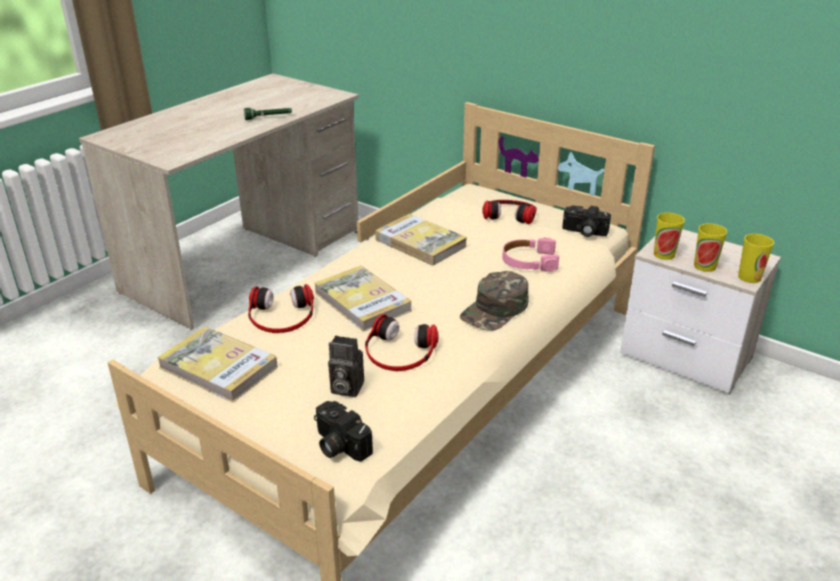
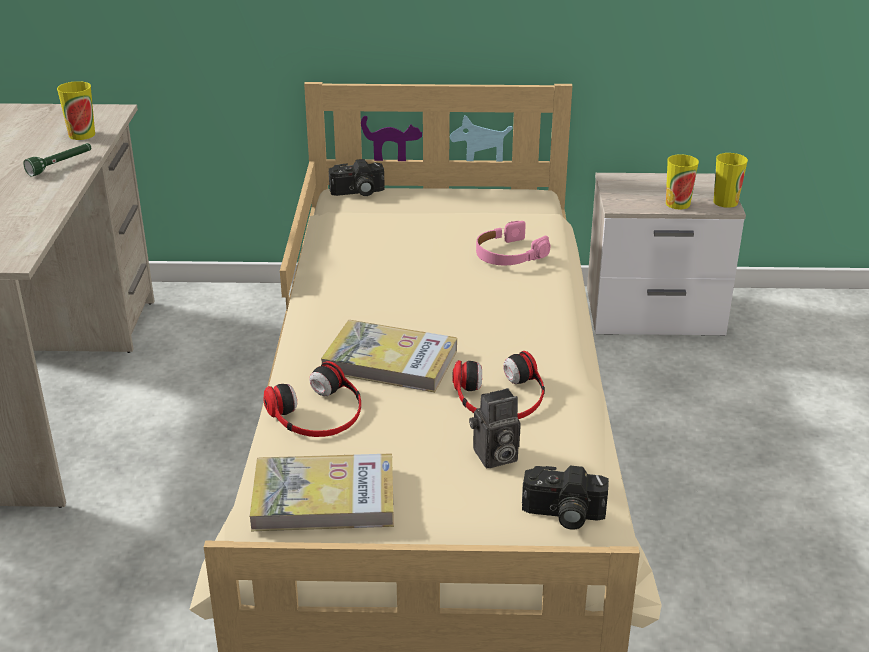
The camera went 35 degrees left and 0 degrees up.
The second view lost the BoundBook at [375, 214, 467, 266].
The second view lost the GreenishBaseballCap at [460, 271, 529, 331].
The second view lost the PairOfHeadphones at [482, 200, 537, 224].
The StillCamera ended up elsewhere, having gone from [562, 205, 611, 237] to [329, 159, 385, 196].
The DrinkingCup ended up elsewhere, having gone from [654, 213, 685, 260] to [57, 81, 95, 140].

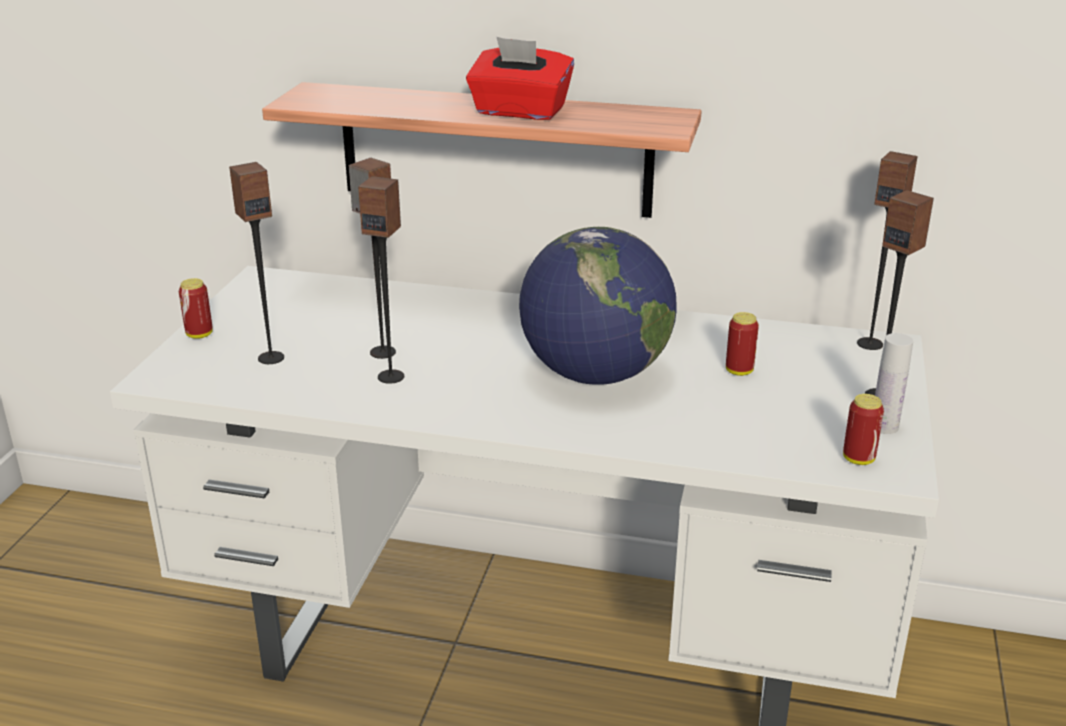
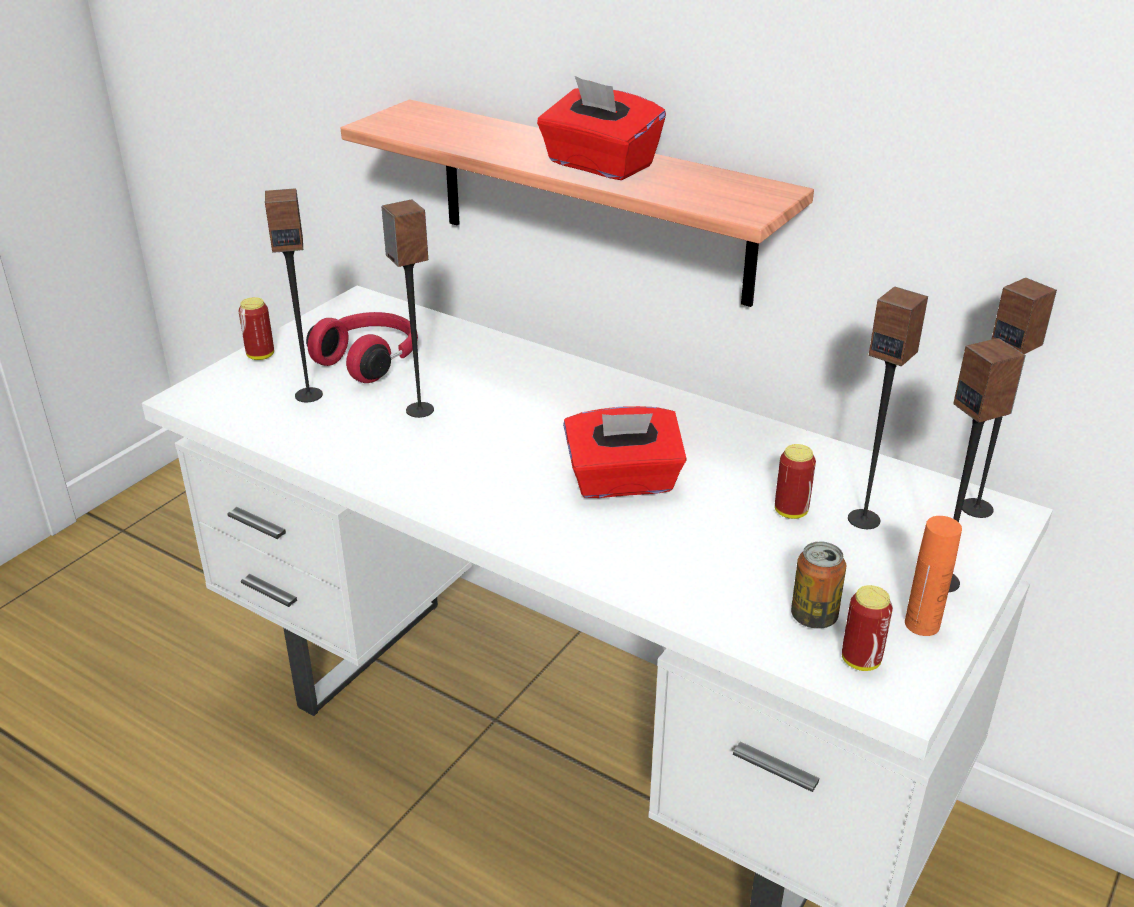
The camera went 20 degrees right and 5 degrees up.
The second view gained the RedPairOfHeadphones at [306, 312, 418, 383].
The second view gained the SealedCan at [791, 541, 846, 629].
The Speaker ended up elsewhere, having gone from [358, 176, 404, 384] to [848, 287, 928, 529].
Where the WorldGlobe stood at [519, 227, 677, 385], the RedTissueHolder came to stand at [563, 406, 687, 498].
What was the WhiteDrinkBottle at [875, 333, 913, 434] turned into the OrangeyDrinkBottle at [905, 516, 962, 636].

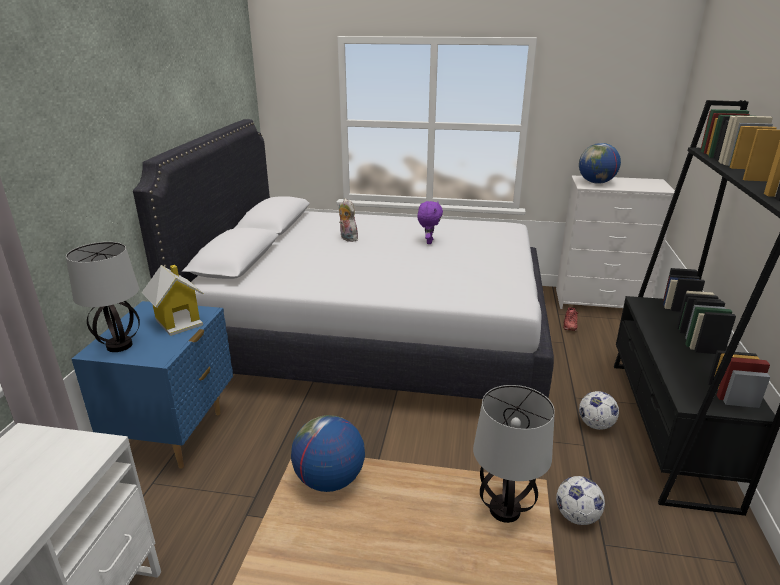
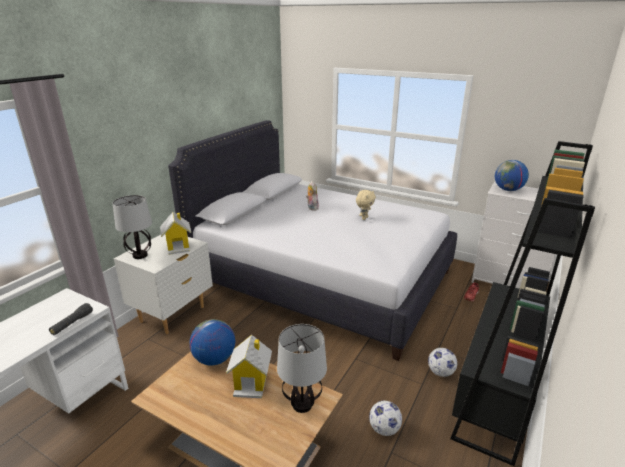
The camera went 20 degrees right and 0 degrees up.
The second view gained the BlackishHandTorch at [49, 303, 93, 335].
The second view gained the MiniatureHouse at [226, 335, 272, 398].
What was the BlueNightTable at [72, 301, 233, 469] turned into the WhiteNightTable at [114, 234, 213, 334].
What was the PurplishSoftToy at [417, 201, 443, 244] turned into the SandColouredSoftToy at [356, 190, 376, 220].

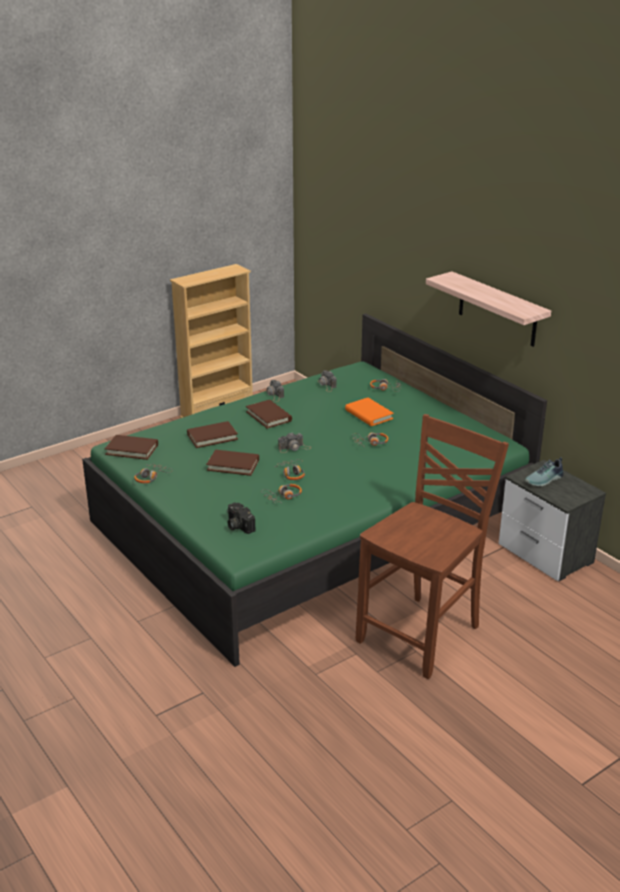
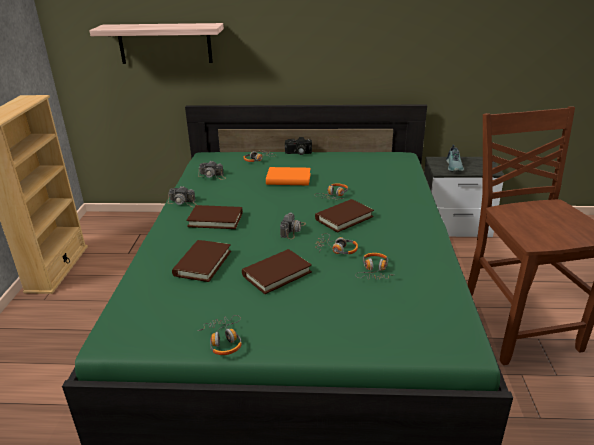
The camera went 50 degrees left and 0 degrees up.
The BrownishBoundBook ended up elsewhere, having gone from [105, 435, 158, 460] to [315, 199, 374, 233].
The StillCamera ended up elsewhere, having gone from [227, 502, 255, 534] to [285, 137, 312, 155].
The Shelf ended up elsewhere, having gone from [426, 271, 551, 347] to [89, 23, 224, 64].

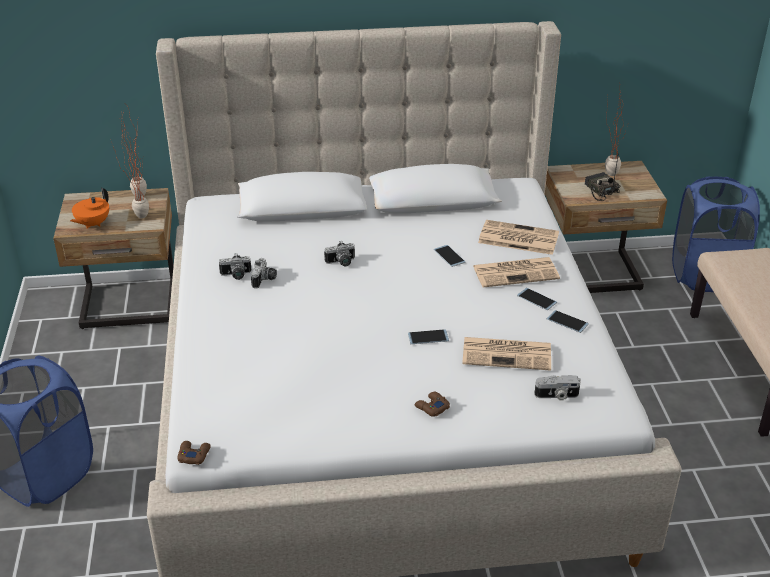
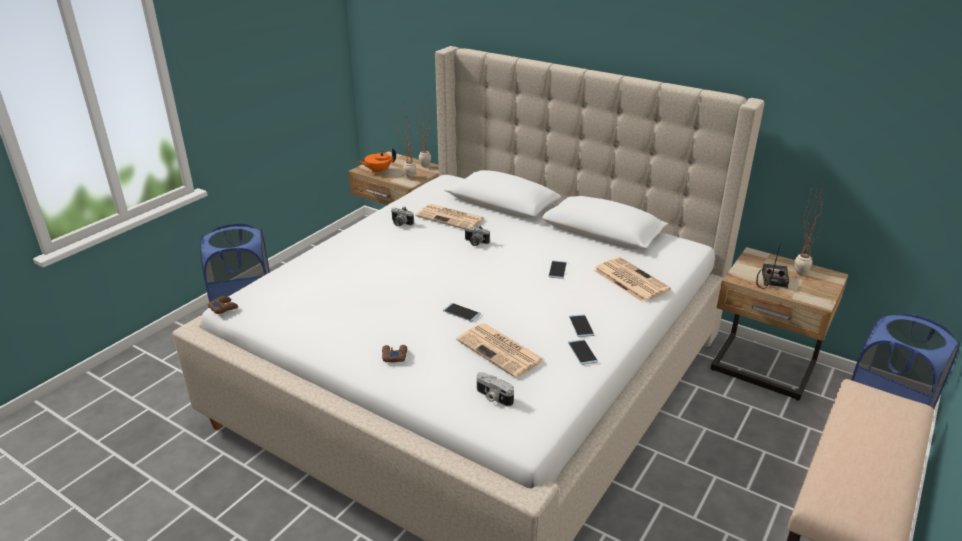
The camera went 40 degrees right and 5 degrees down.
The second view lost the StillCamera at [251, 258, 277, 289].
The DailyPaper ended up elsewhere, having gone from [473, 257, 560, 288] to [416, 204, 485, 229].

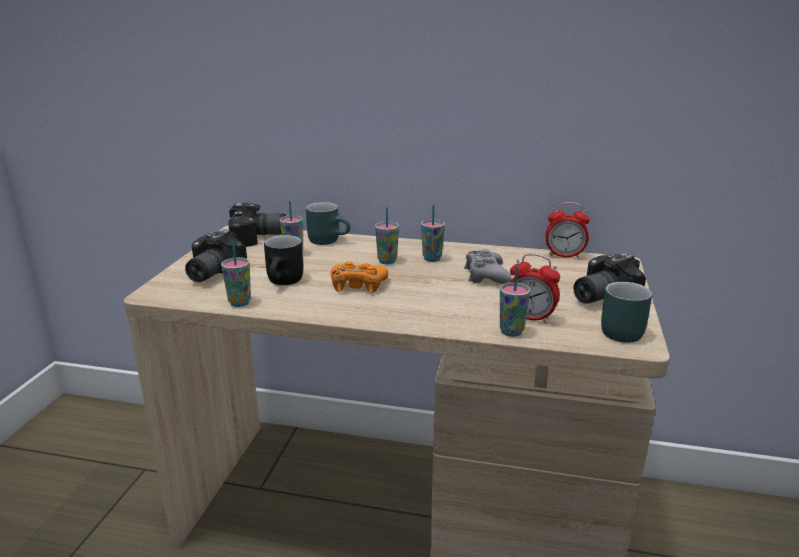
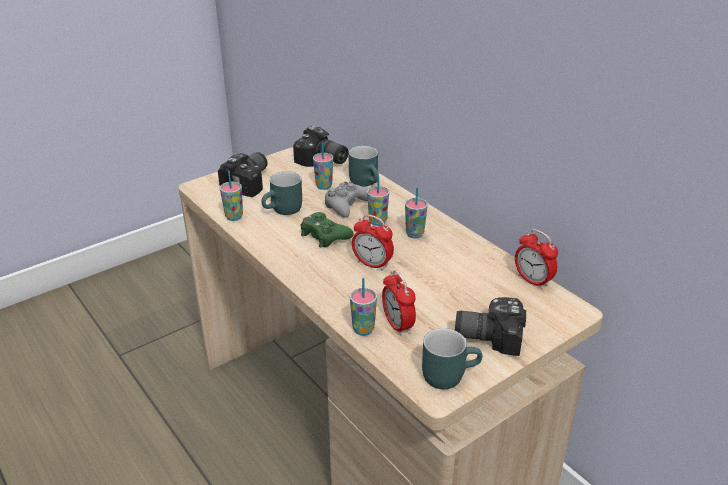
The camera went 40 degrees right and 10 degrees up.
The second view gained the AlarmClock at [352, 215, 394, 271].
The GreyGameController ended up elsewhere, having gone from [464, 249, 512, 284] to [325, 182, 368, 218].
What was the BlackishCoffeeMug at [264, 235, 303, 285] turned into the BlueGreenCoffeeMug at [261, 171, 302, 215].
What was the OrangeyGameController at [331, 261, 388, 293] turned into the GreenishGameController at [301, 212, 354, 248].
The StillCamera at [185, 229, 247, 283] ended up facing another way, 150 degrees clockwise from before.

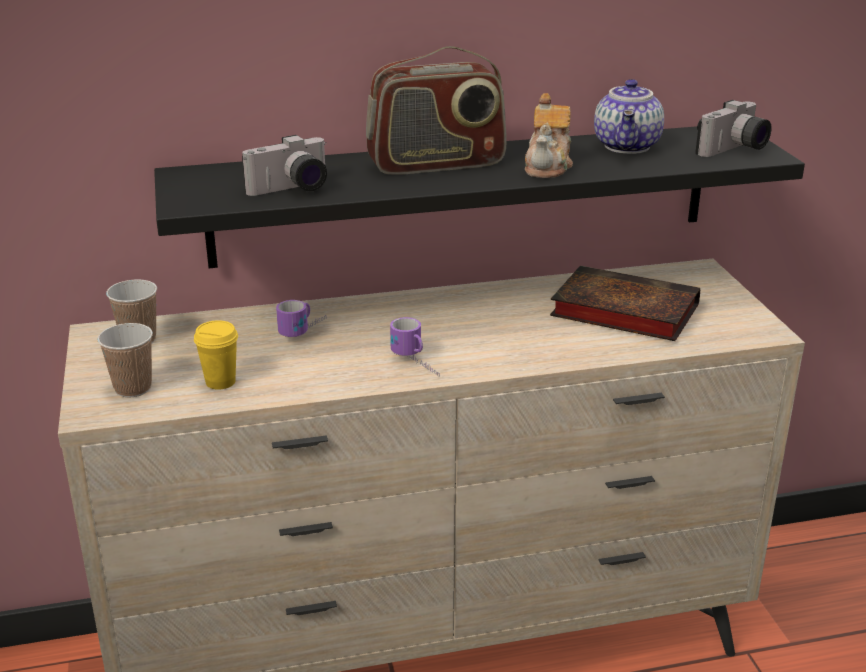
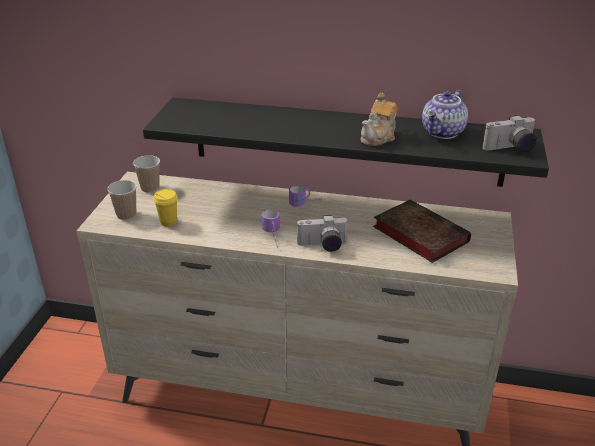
The camera went 25 degrees right and 5 degrees up.
The second view lost the Radio at [366, 46, 507, 175].
The StillCamera ended up elsewhere, having gone from [242, 135, 327, 196] to [297, 215, 349, 252].
The CoffeeMug ended up elsewhere, having gone from [276, 300, 327, 337] to [289, 185, 322, 207].

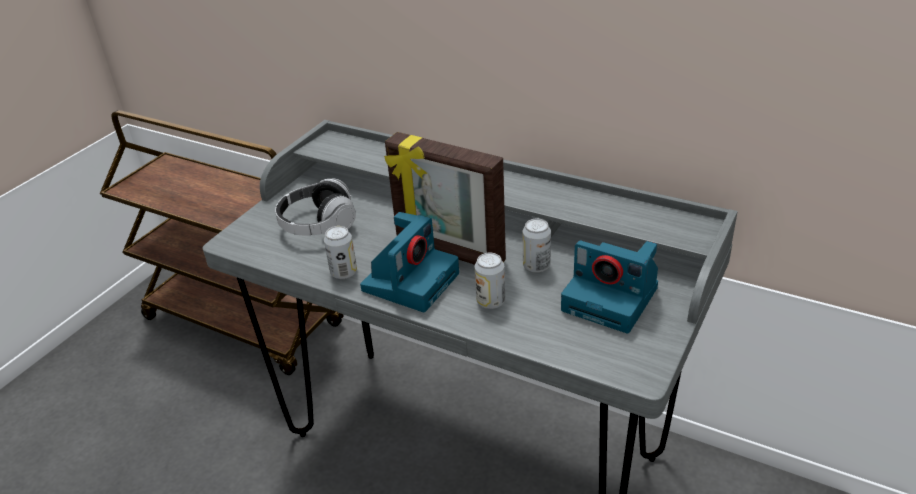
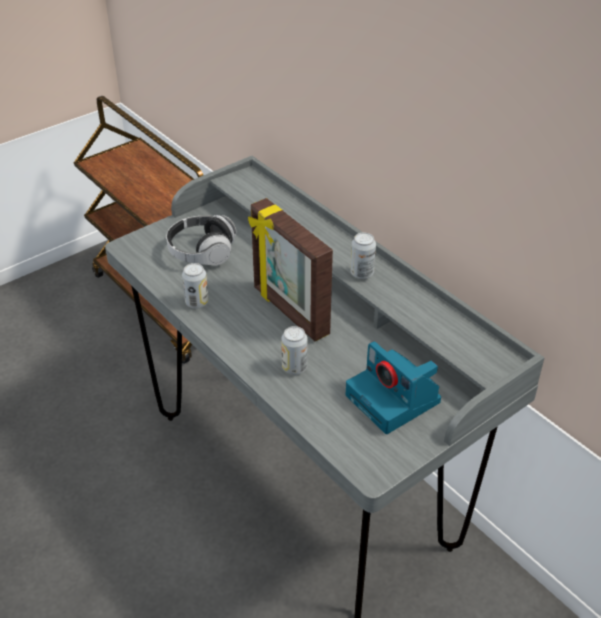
The camera went 20 degrees right and 5 degrees up.
The second view lost the StillCamera at [360, 212, 459, 312].
The SealedCan ended up elsewhere, having gone from [523, 219, 551, 273] to [350, 232, 376, 279].

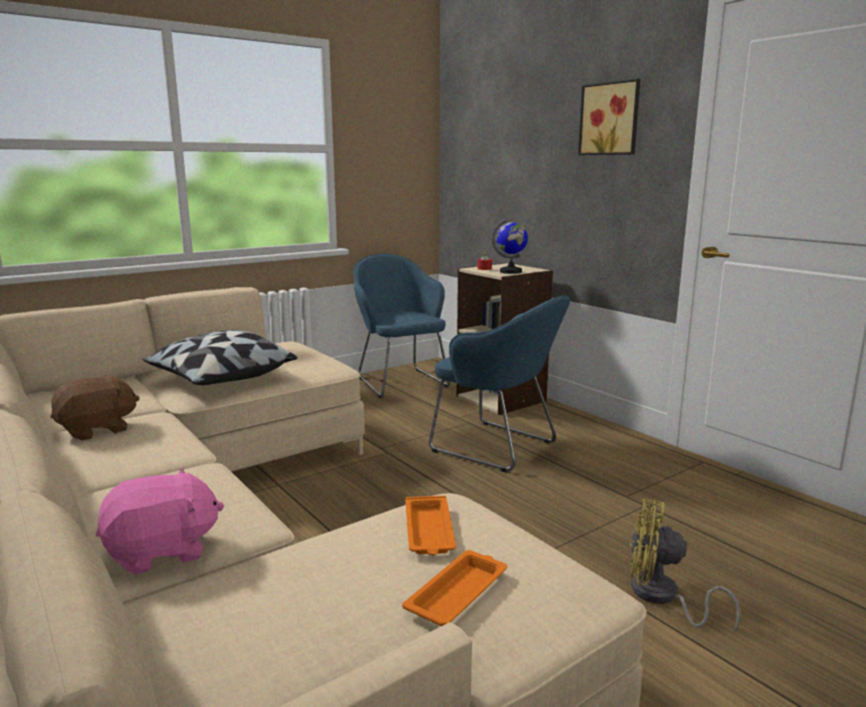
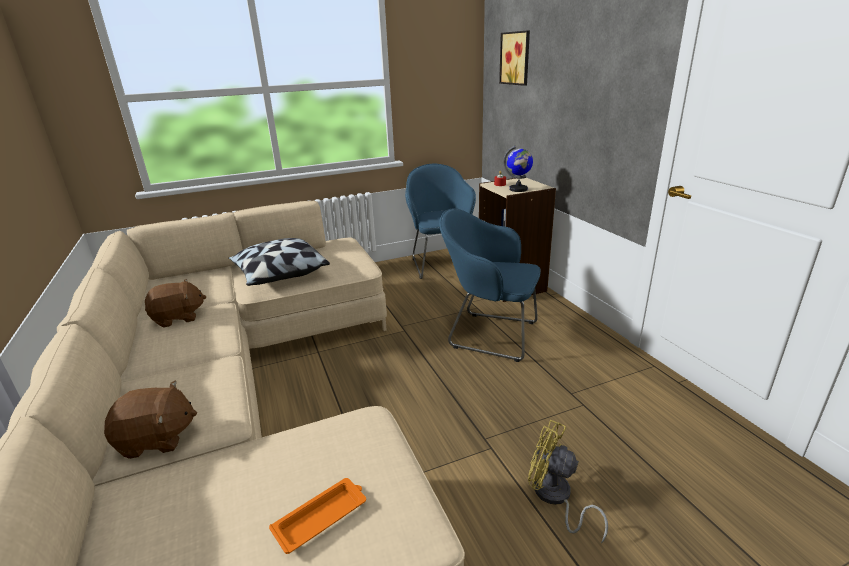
The camera went 15 degrees right and 10 degrees up.
The second view lost the OrangeyCarryingTray at [405, 496, 456, 555].
The Picture ended up elsewhere, having gone from [578, 79, 641, 155] to [499, 30, 530, 86].
What was the PinkishSoftToy at [96, 467, 224, 574] turned into the BrownishSoftToy at [104, 381, 197, 459].
The BlueArmchair at [429, 296, 570, 472] ended up facing another way, 150 degrees clockwise from before.

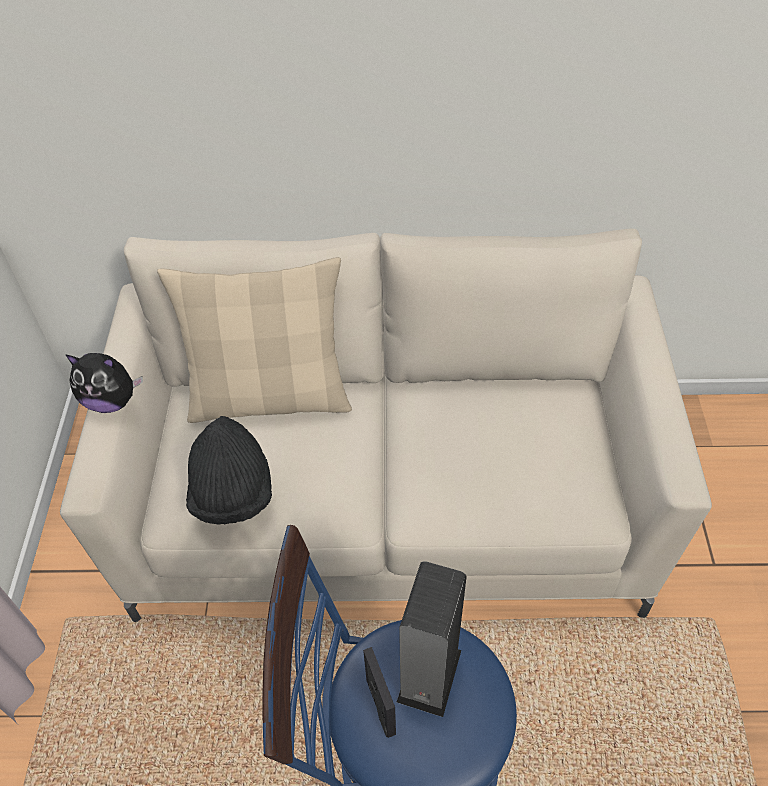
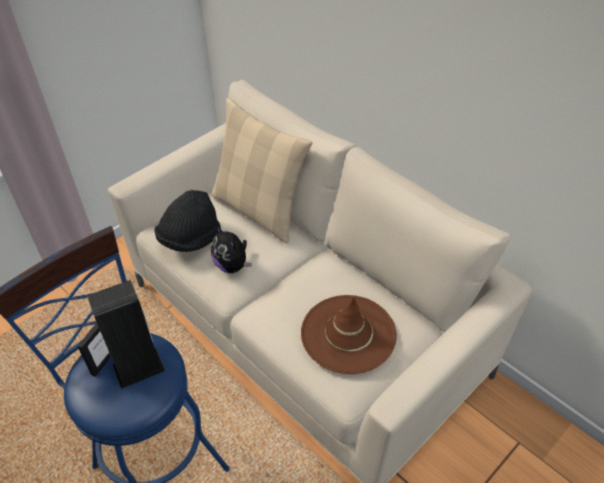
The camera went 45 degrees right and 5 degrees down.
The second view gained the BrownishWearableHat at [301, 295, 397, 374].
The SoftToy ended up elsewhere, having gone from [65, 353, 143, 413] to [211, 225, 251, 273].

